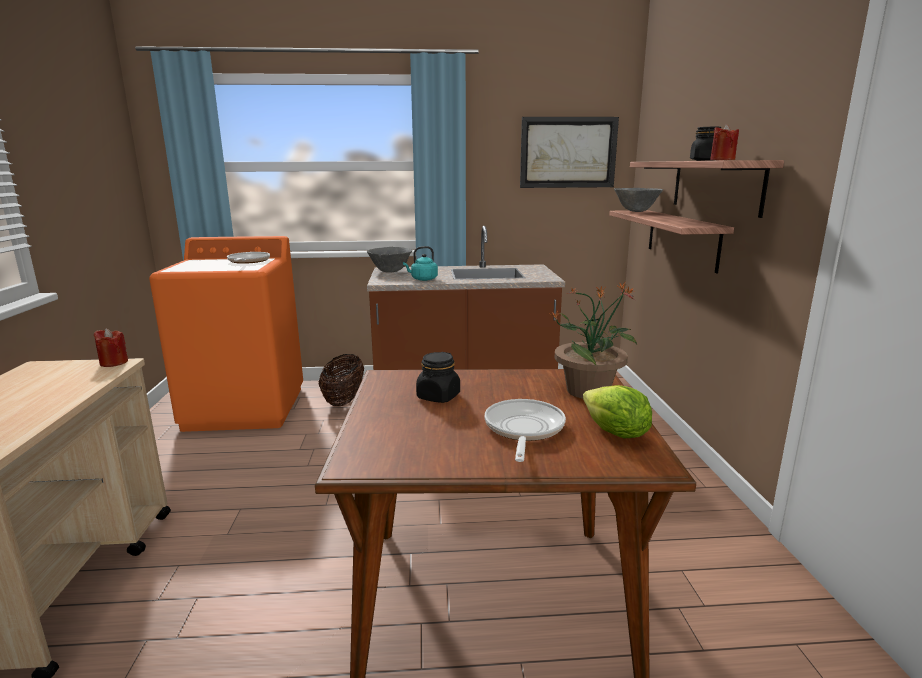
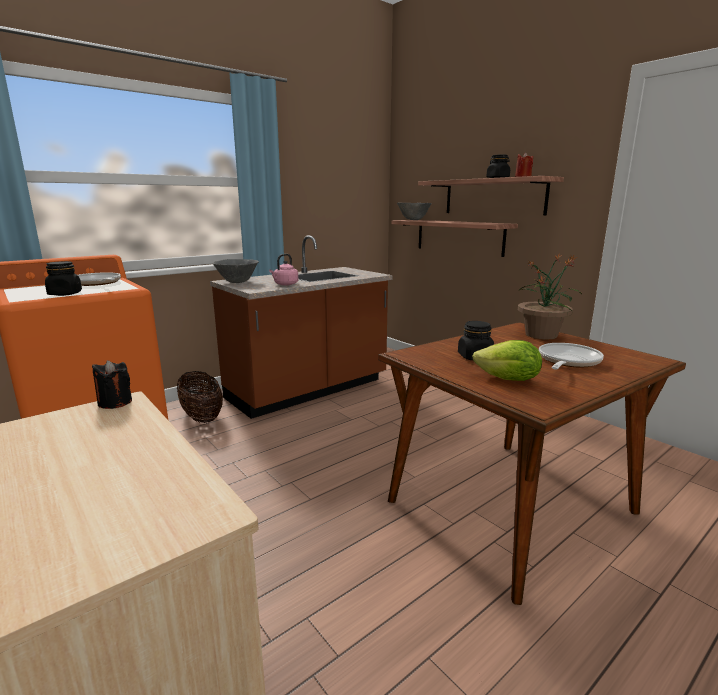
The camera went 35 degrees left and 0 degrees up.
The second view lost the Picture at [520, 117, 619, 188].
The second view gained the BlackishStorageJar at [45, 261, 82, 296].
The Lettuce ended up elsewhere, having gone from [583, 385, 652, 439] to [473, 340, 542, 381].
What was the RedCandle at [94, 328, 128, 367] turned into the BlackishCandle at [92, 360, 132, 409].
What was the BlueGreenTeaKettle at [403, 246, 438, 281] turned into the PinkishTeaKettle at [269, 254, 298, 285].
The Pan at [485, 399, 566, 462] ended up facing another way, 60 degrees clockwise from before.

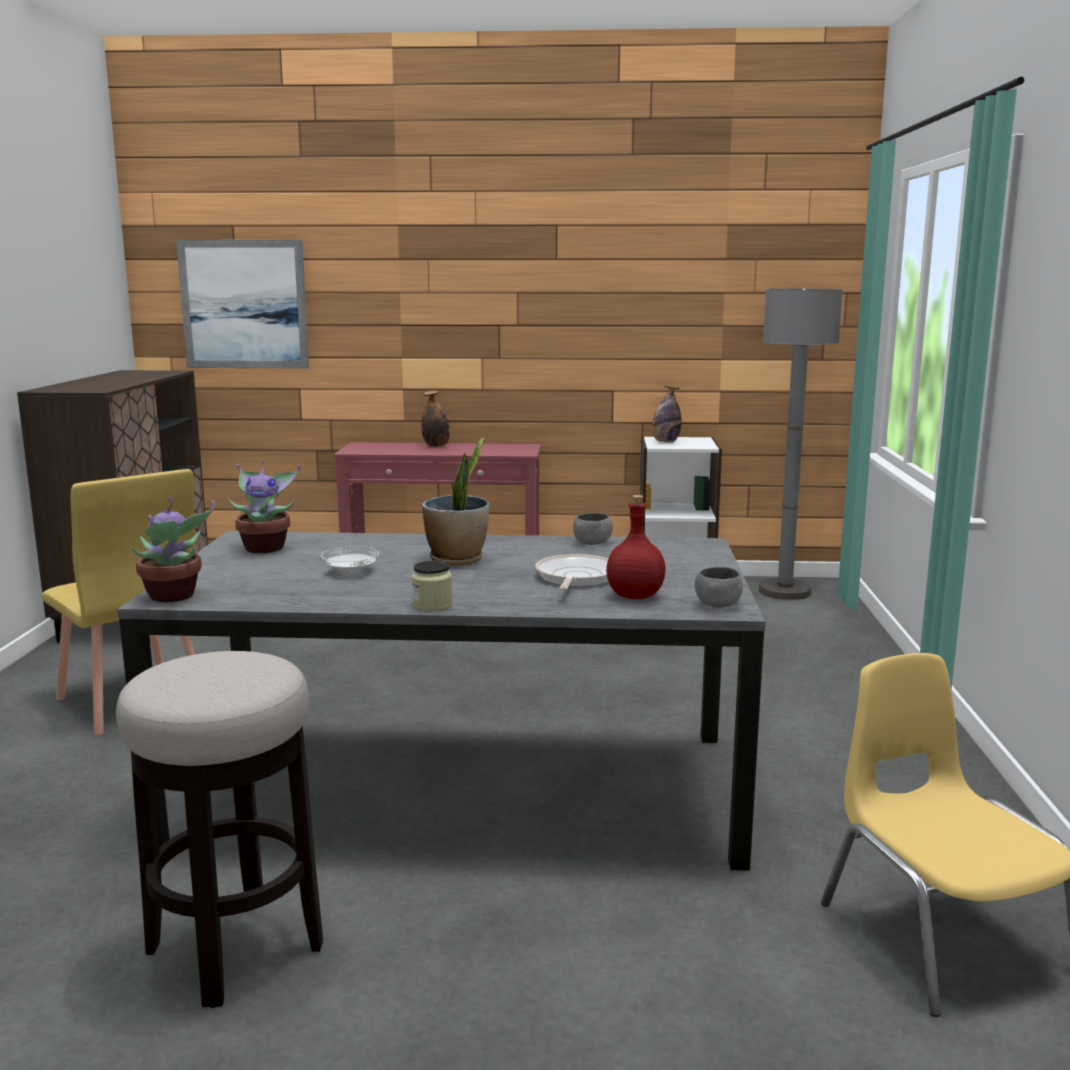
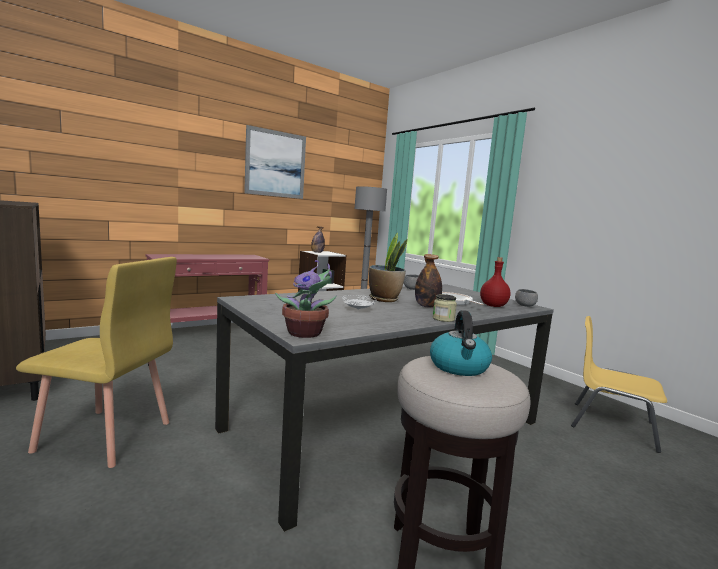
The camera went 40 degrees left and 5 degrees down.
The second view lost the Houseplant at [228, 461, 300, 553].
The second view gained the TeaKettle at [430, 310, 492, 376].
The Picture ended up elsewhere, having gone from [176, 239, 309, 369] to [244, 125, 306, 199].
The DrinkBottle ended up elsewhere, having gone from [422, 391, 450, 447] to [415, 254, 442, 307].

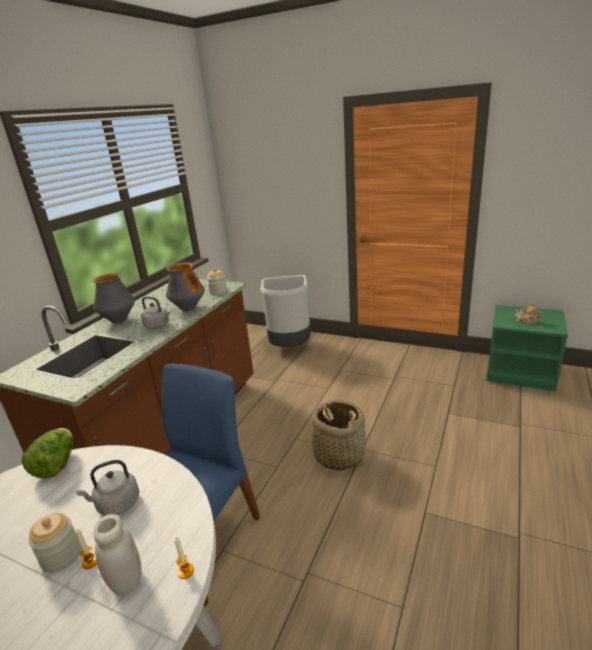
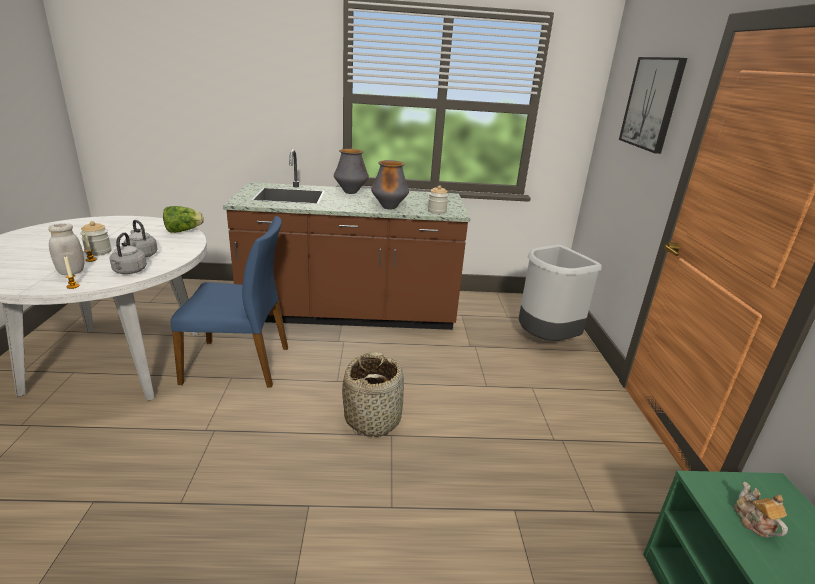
The camera went 60 degrees right and 0 degrees up.
The second view gained the Picture at [619, 57, 687, 154].
The GreyTeaKettle ended up elsewhere, having gone from [141, 297, 170, 329] to [109, 233, 147, 274].

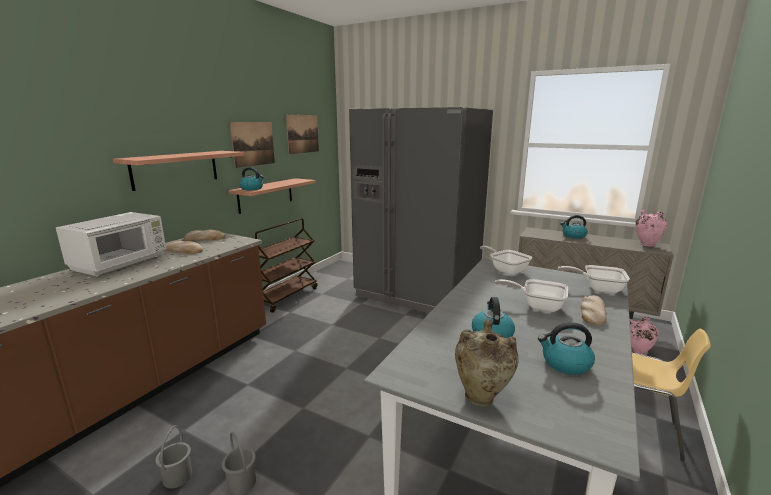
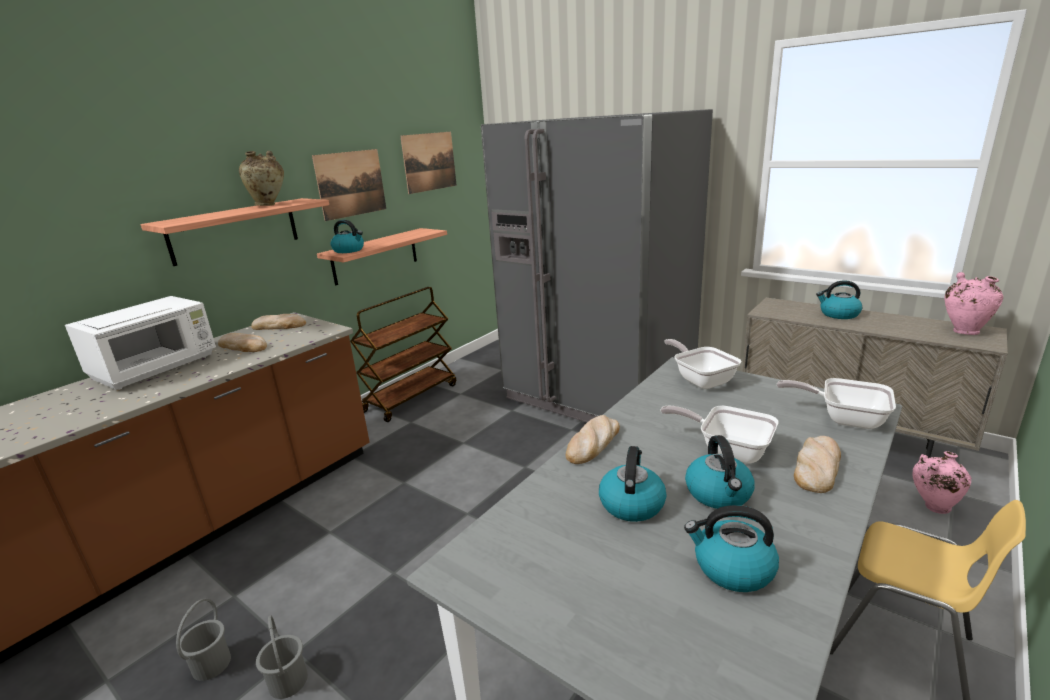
The camera went 10 degrees right and 5 degrees up.
The second view gained the BakedBread at [566, 415, 620, 464].
The second view gained the TeaKettle at [685, 435, 755, 509].
The SandColouredVase ended up elsewhere, having gone from [455, 319, 519, 407] to [239, 151, 284, 206].

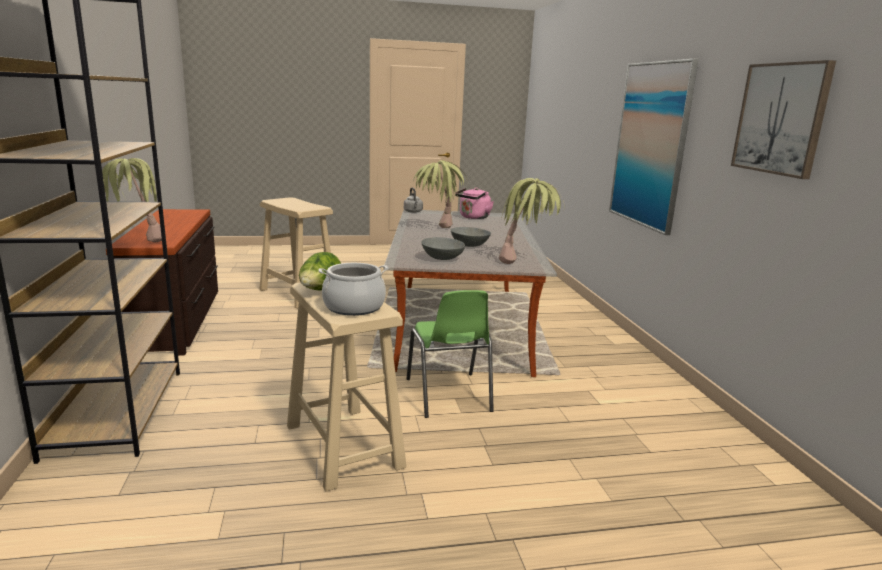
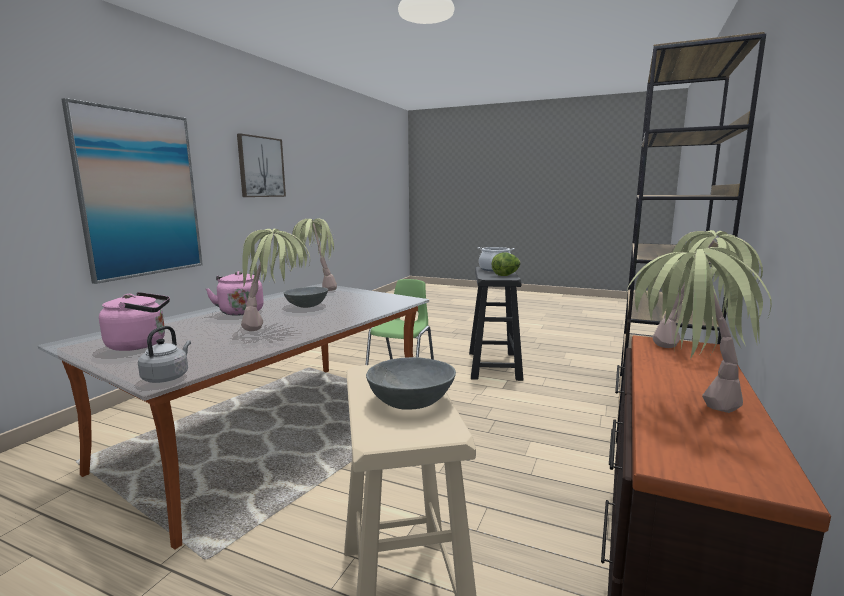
The camera went 145 degrees left and 5 degrees down.
The second view gained the PinkishTeaKettle at [206, 271, 264, 316].
The second view gained the Houseplant at [626, 247, 772, 413].
The GreyServingBowl ended up elsewhere, having gone from [421, 237, 465, 260] to [366, 357, 456, 410].
What was the SandColouredStoolSeat at [287, 282, 407, 492] turned into the BlackishStoolSeat at [469, 267, 523, 381].

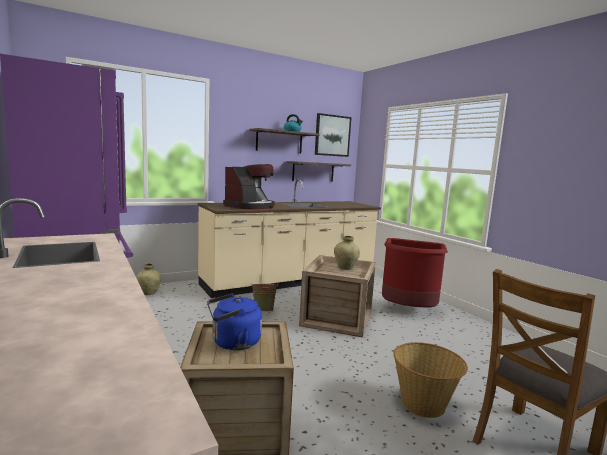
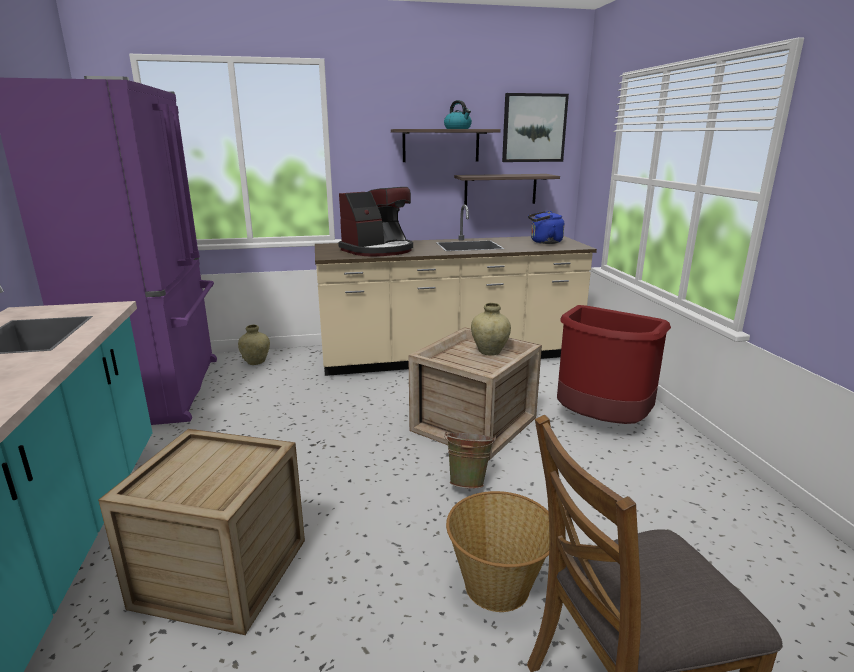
The camera went 20 degrees right and 10 degrees up.
The BlueTeaKettle ended up elsewhere, having gone from [207, 293, 262, 350] to [528, 211, 564, 244].
The GreenishWaterBucket ended up elsewhere, having gone from [251, 284, 279, 311] to [444, 431, 496, 489].

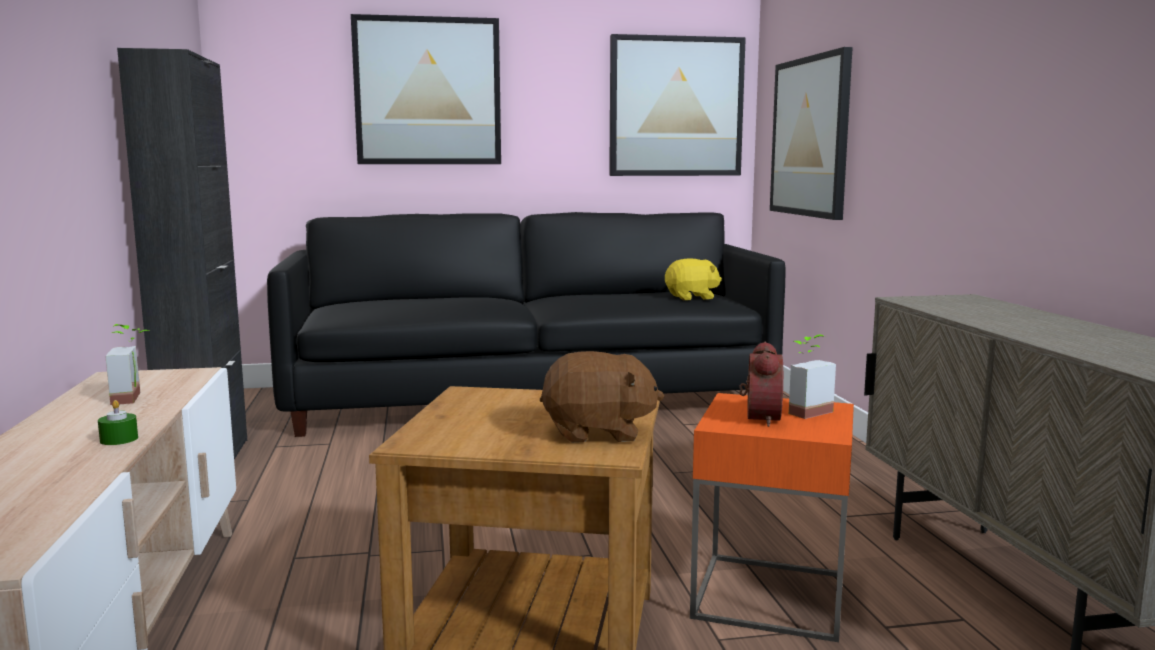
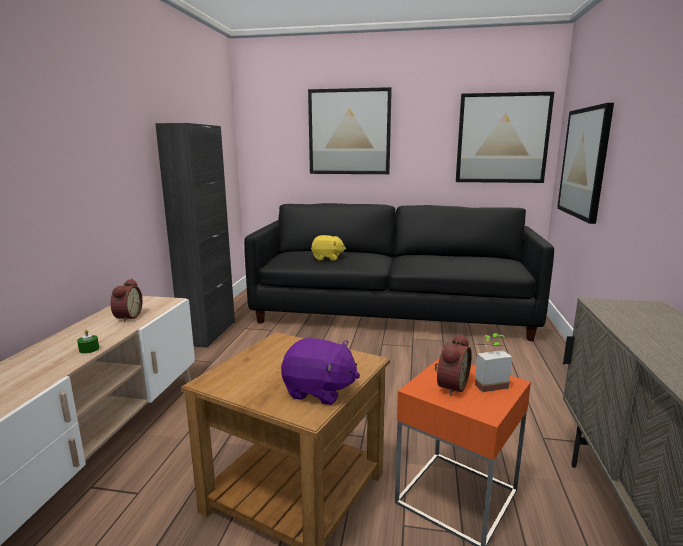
The camera went 20 degrees right and 5 degrees up.
The YellowColouredSoftToy ended up elsewhere, having gone from [665, 258, 722, 300] to [311, 235, 346, 261].
Where the Houseplant stood at [105, 324, 149, 405], the AlarmClock came to stand at [111, 279, 143, 323].
What was the BrownishSoftToy at [540, 351, 664, 443] turned into the PurplishSoftToy at [281, 338, 360, 405].

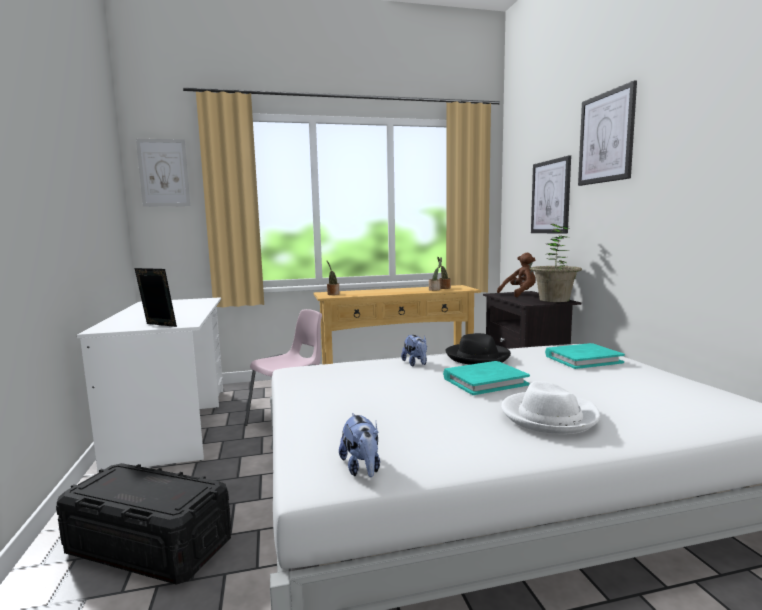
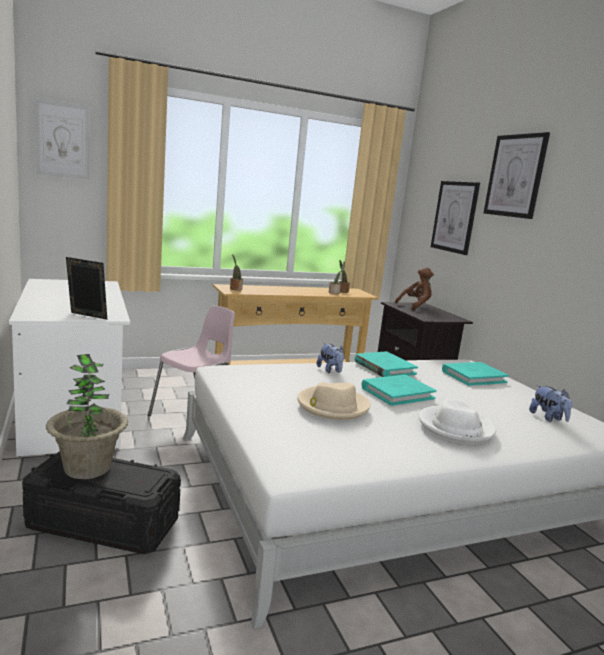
The camera went 10 degrees left and 5 degrees up.
The second view gained the SandColouredWearableHat at [297, 382, 371, 420].
The SoftToy ended up elsewhere, having gone from [339, 413, 380, 477] to [529, 385, 572, 422].
The Houseplant ended up elsewhere, having gone from [530, 224, 582, 302] to [46, 354, 128, 479].
Where the BlackishWearableHat stood at [445, 333, 511, 365], the BlueGreenBoundBook came to stand at [355, 351, 418, 377].

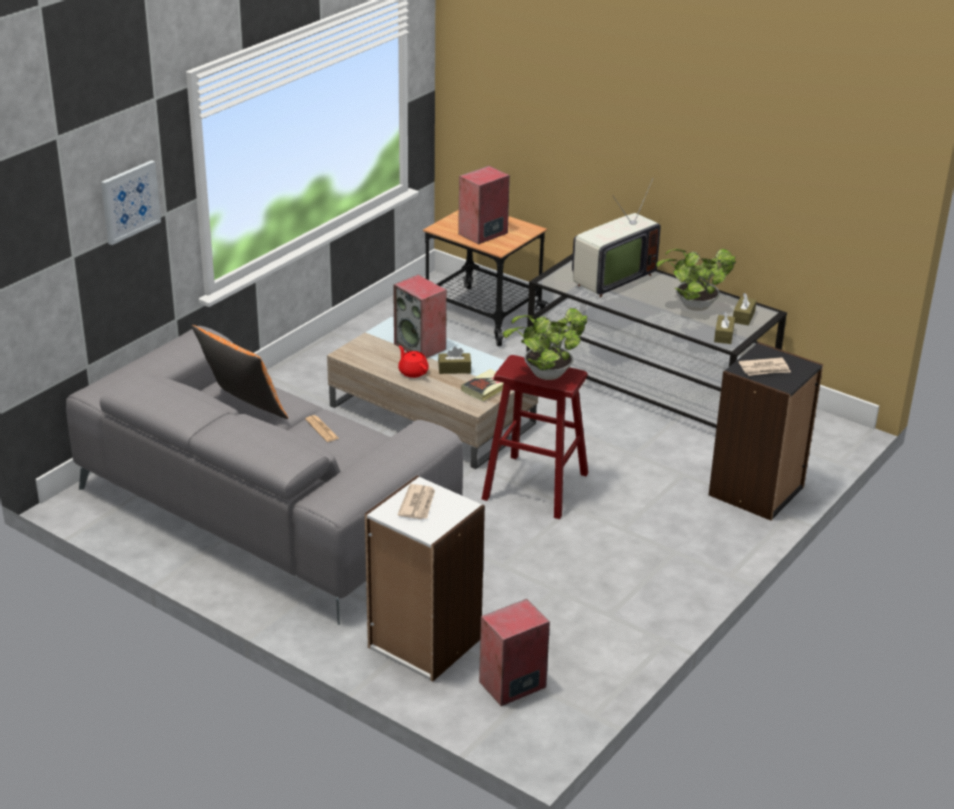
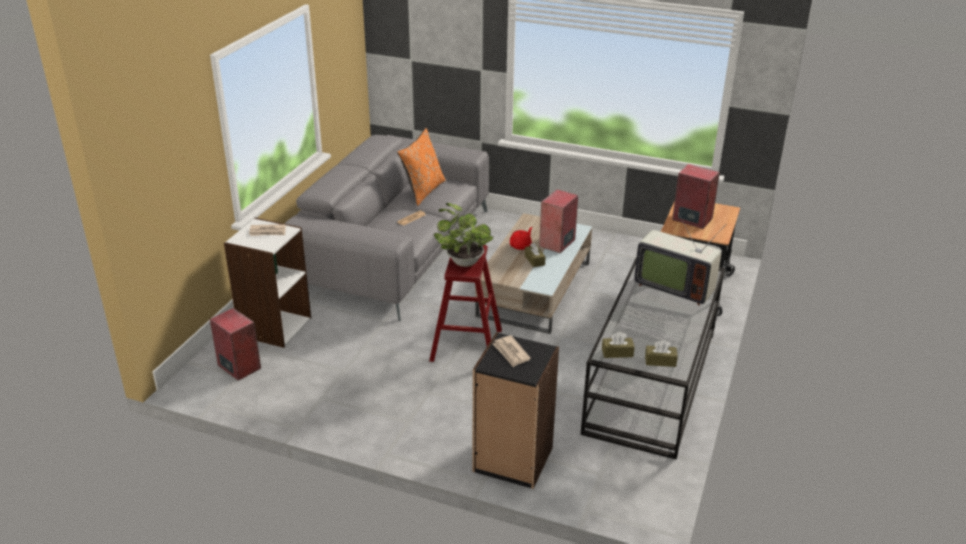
The camera went 75 degrees right and 0 degrees up.
The second view lost the Picture at [101, 160, 161, 245].
The second view lost the BoundBook at [461, 369, 503, 401].
The second view lost the Houseplant at [656, 249, 736, 311].

